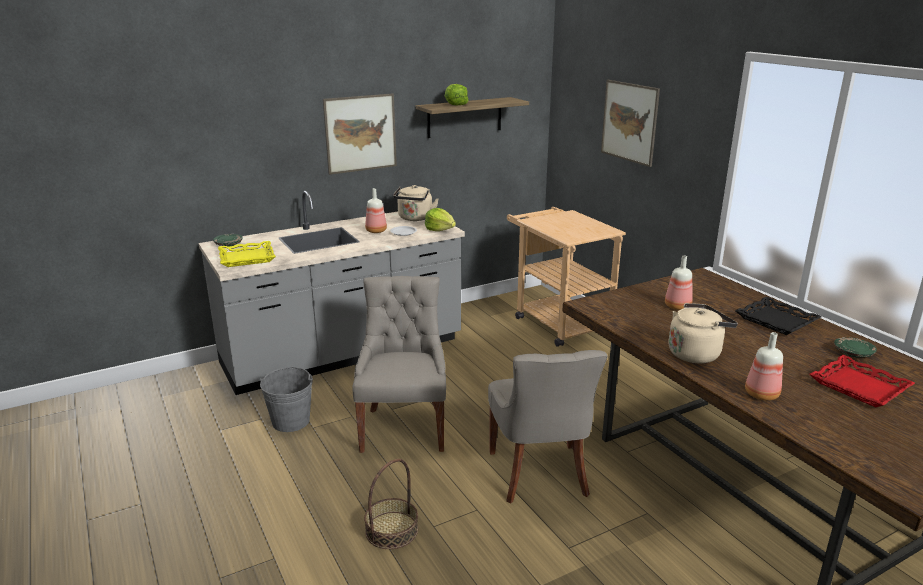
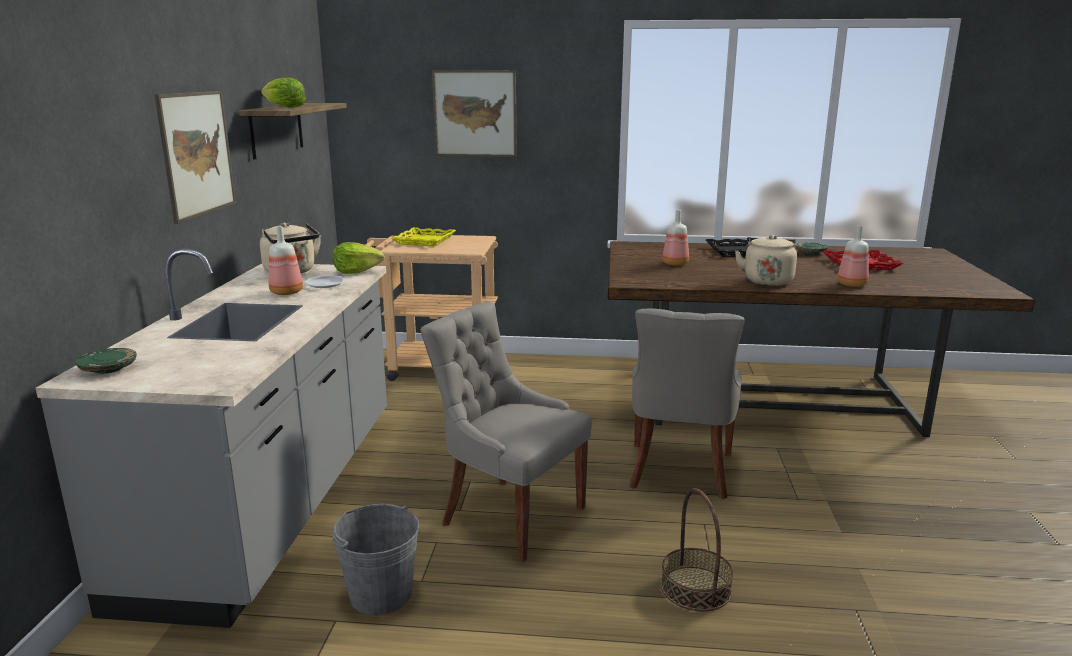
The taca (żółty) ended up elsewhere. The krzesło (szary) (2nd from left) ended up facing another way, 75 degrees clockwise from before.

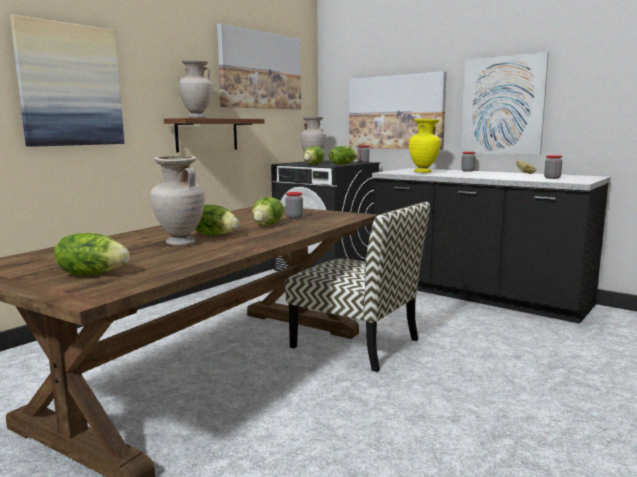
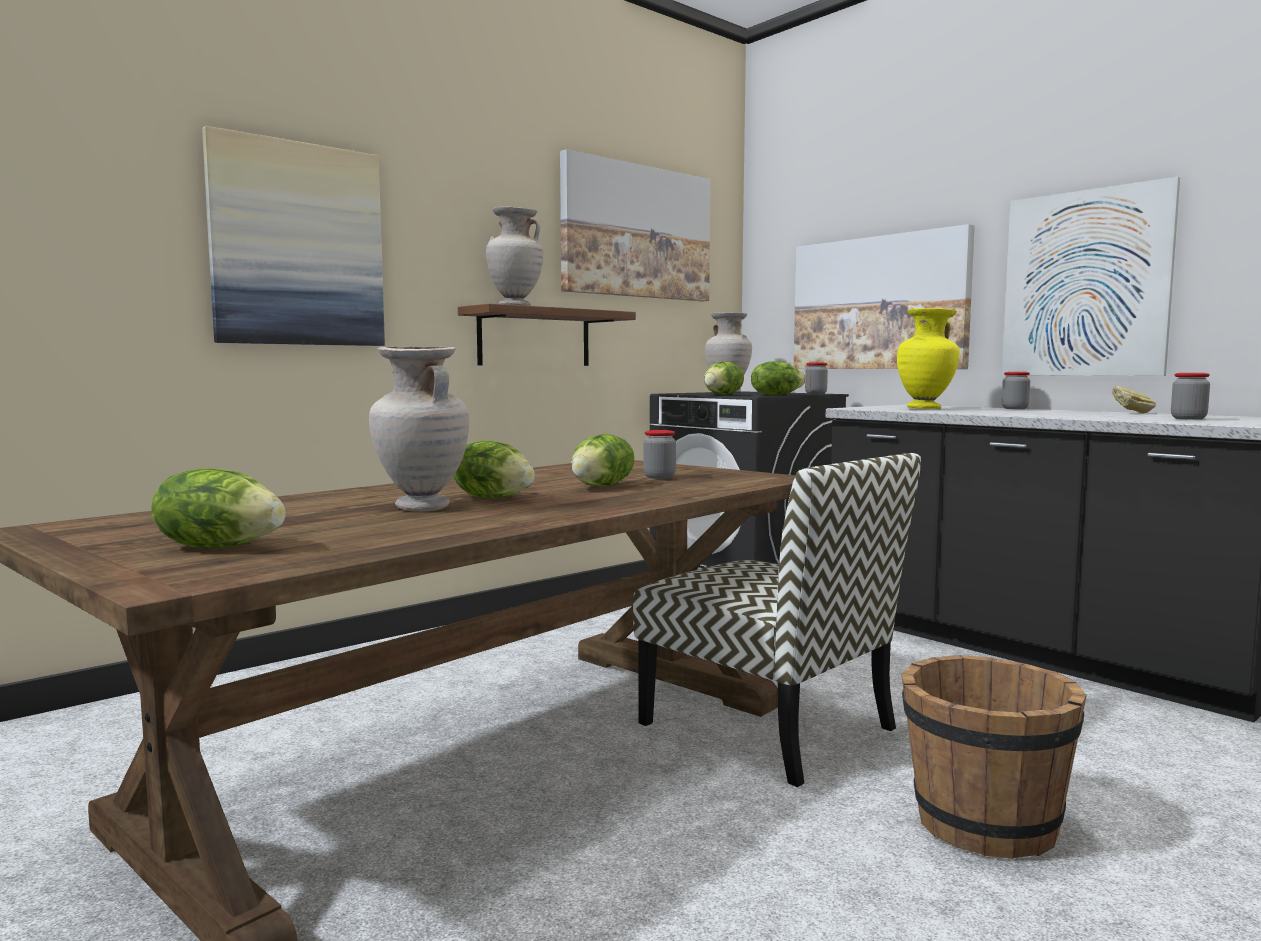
The second view gained the wiadro (brązowy).

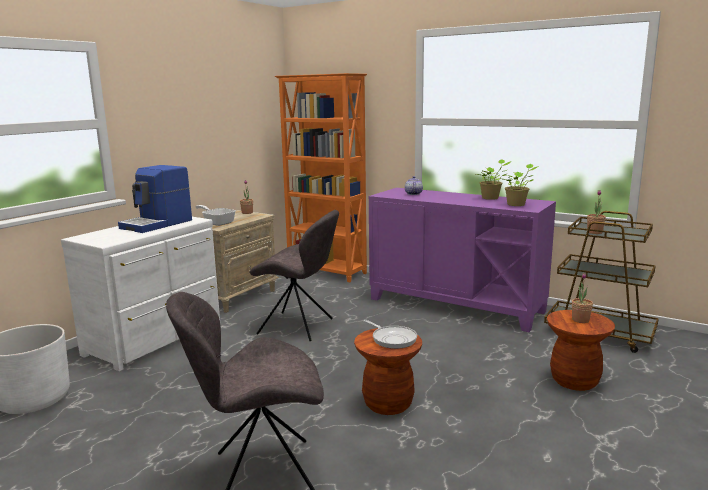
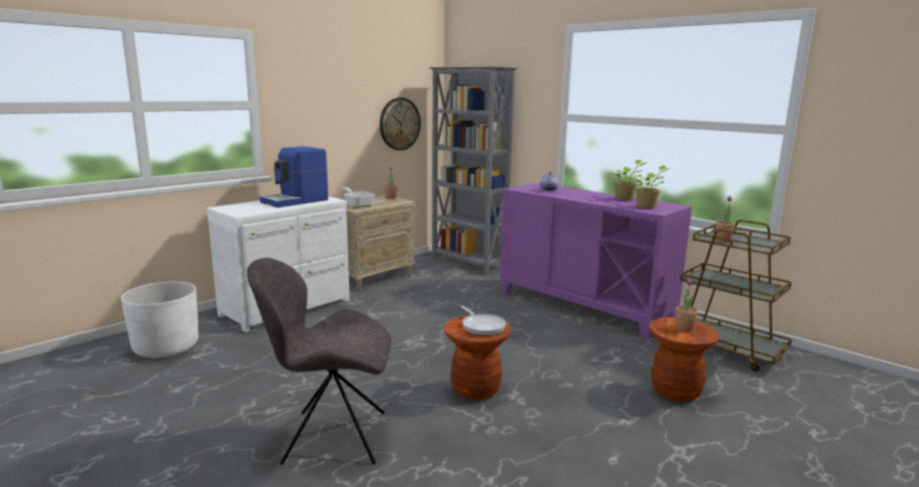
The second view gained the zegar ścienny. What was the regał (pomarańczowy) turned into the regał (szary). The second view lost the krzesło (szary) (2nd from left).

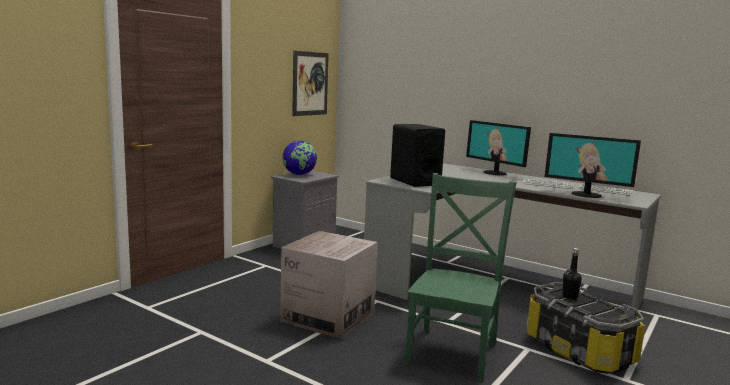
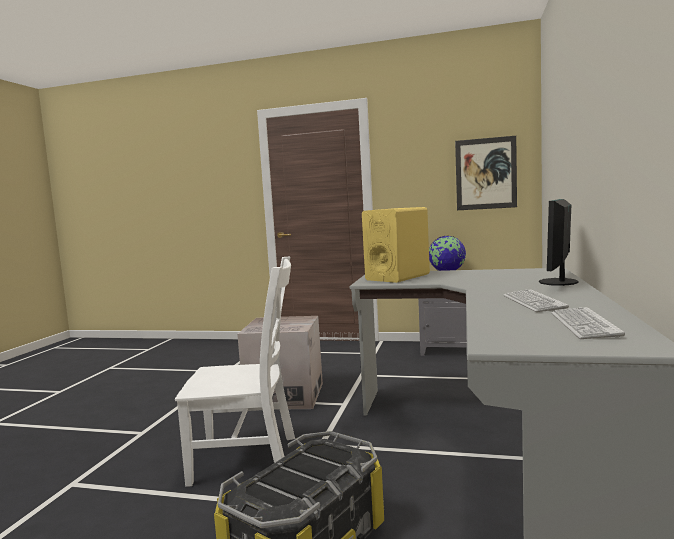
What was the krzesło (zielony) turned into the krzesło (biały). What was the głośnik (czarny) turned into the głośnik (żółty). The second view lost the monitor (2nd from left). The second view lost the butelka (czarny).

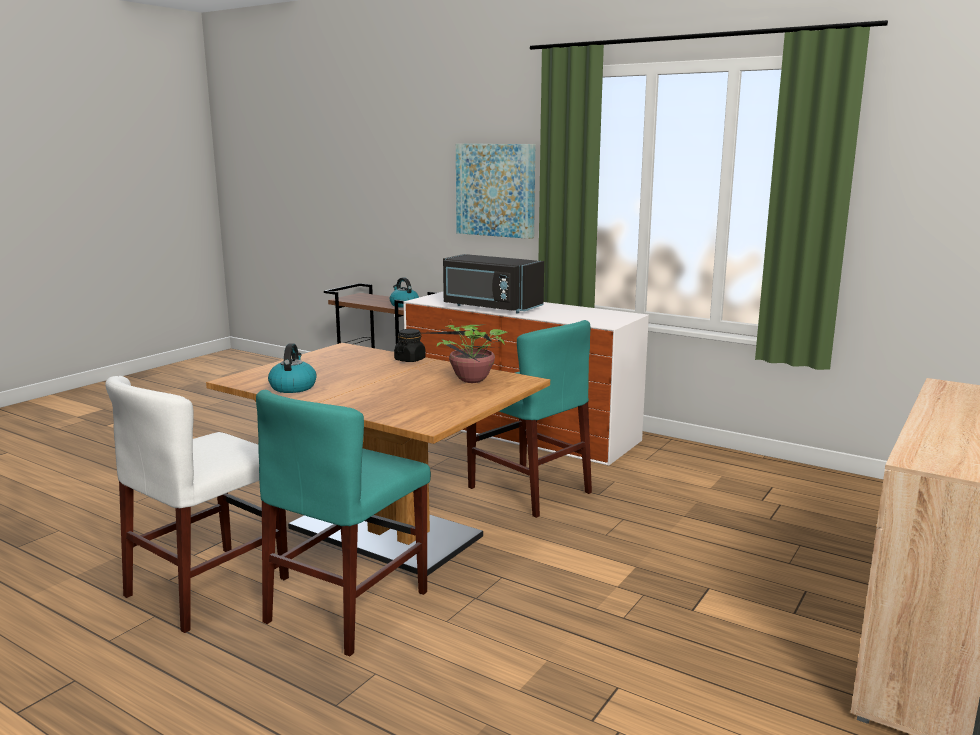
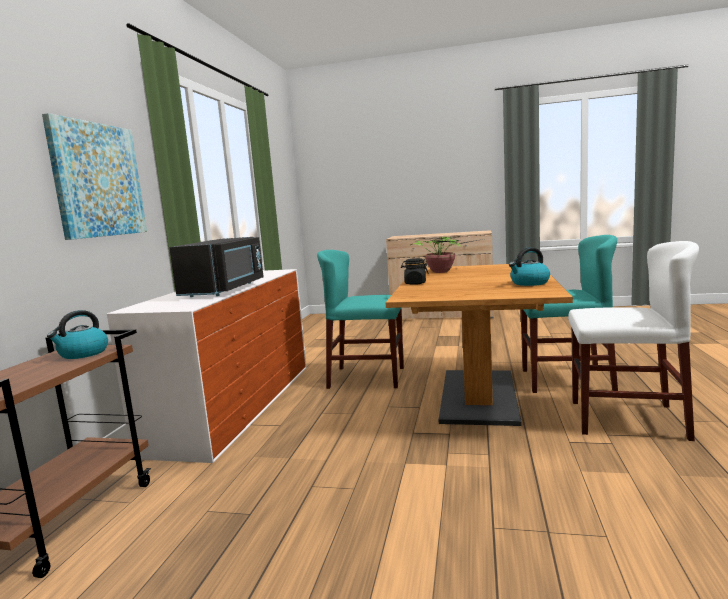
The krzesło (turkusowy) (2nd from left in the first image) ended up facing another way, 105 degrees counterclockwise from before.

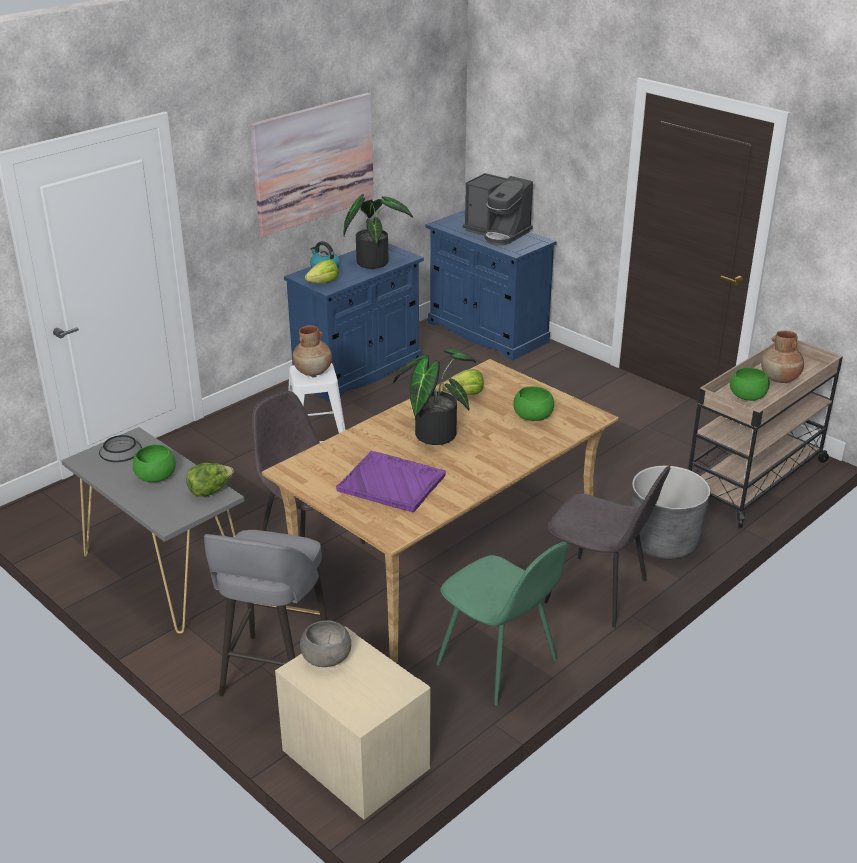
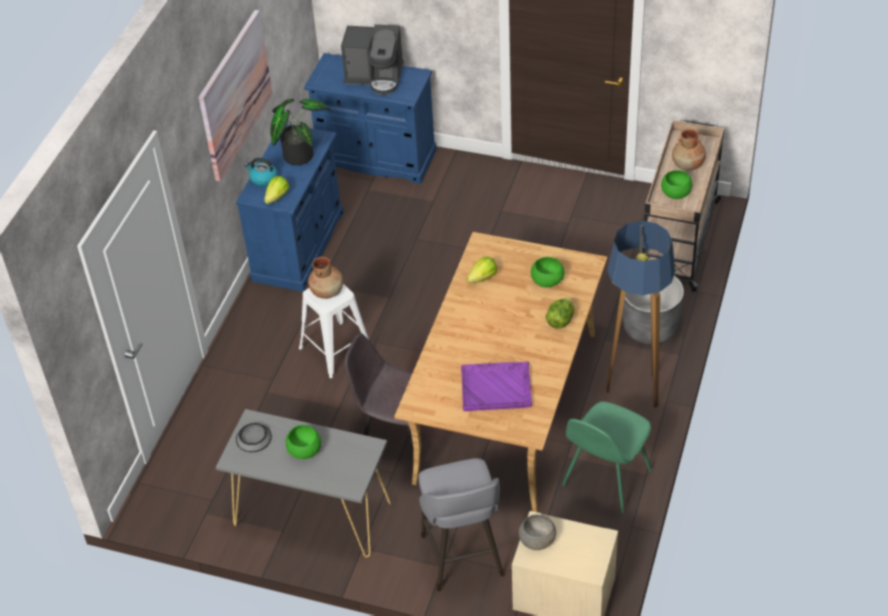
The sałata (1st from left in the first image) ended up elsewhere. The krzesło (zielony) ended up facing another way, 105 degrees clockwise from before. Where the krzesło (szary) (2nd from left) stood, the lampa stojąca came to stand. The second view lost the roślina doniczkowa (2nd from left).

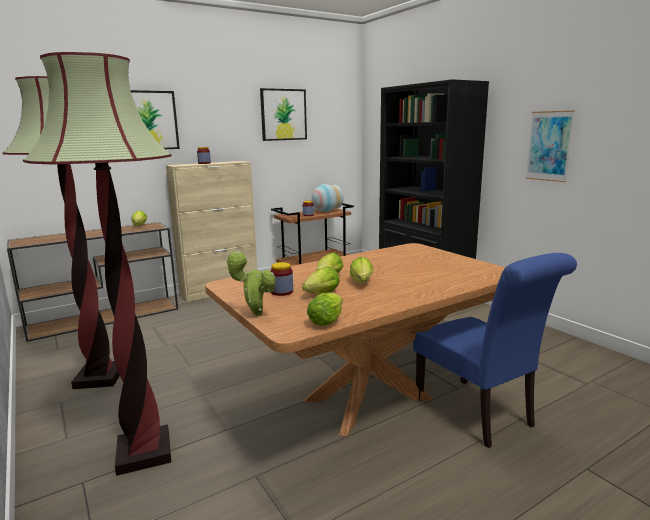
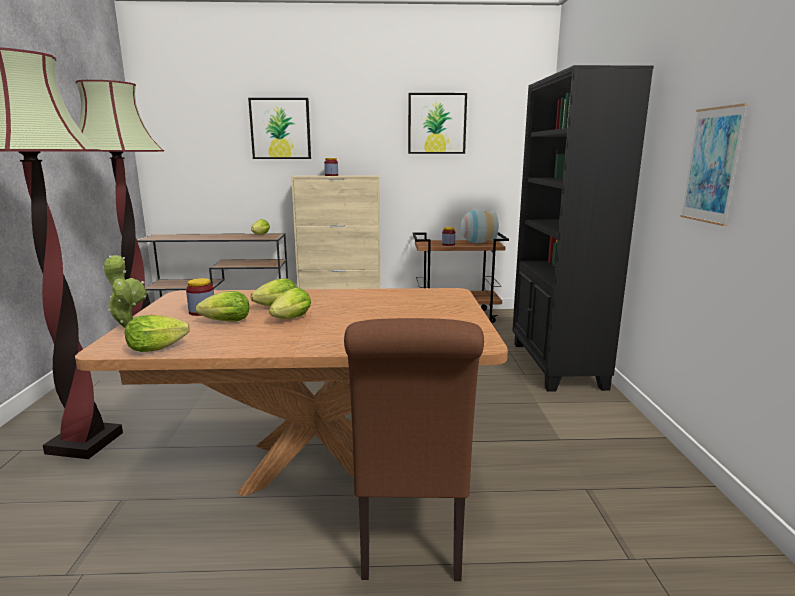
What was the krzesło (niebieski) turned into the krzesło (brązowy).

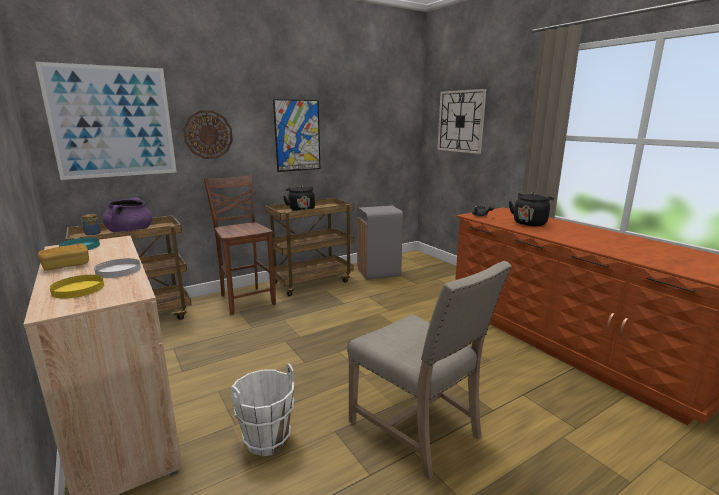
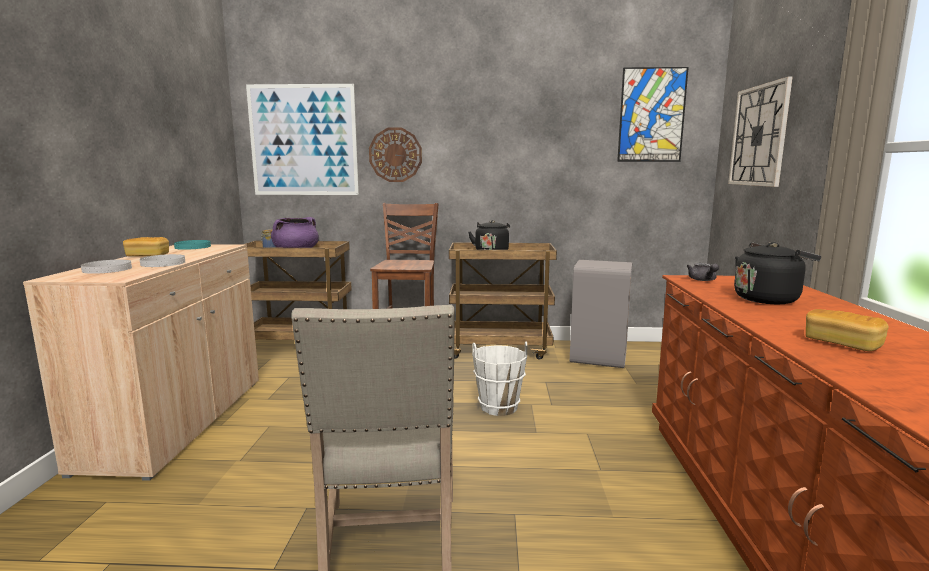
What was the talerz (żółty) turned into the talerz (biały) (1st from left). The wiadro (biały) ended up elsewhere. The obraz (2nd from left) ended up elsewhere. The second view gained the chleb (2nd from left).

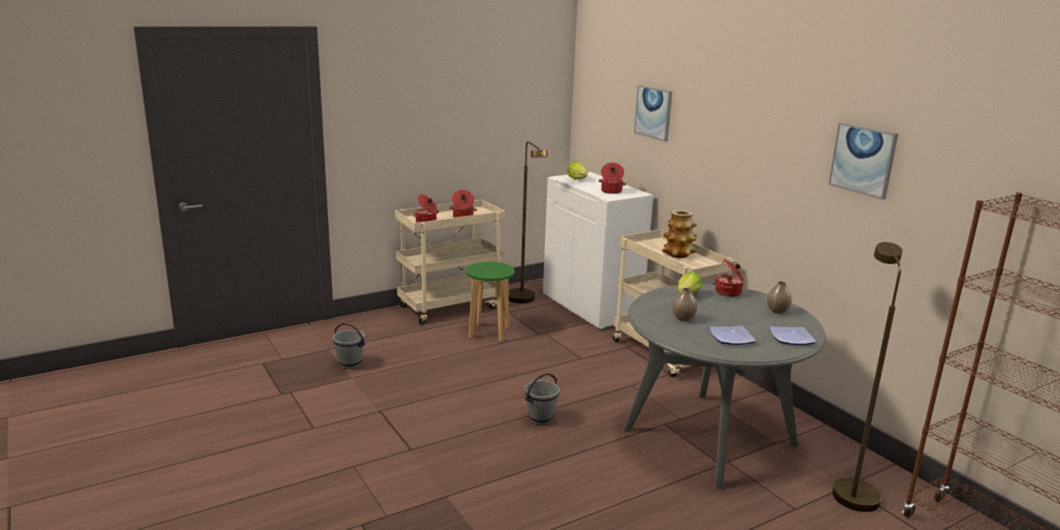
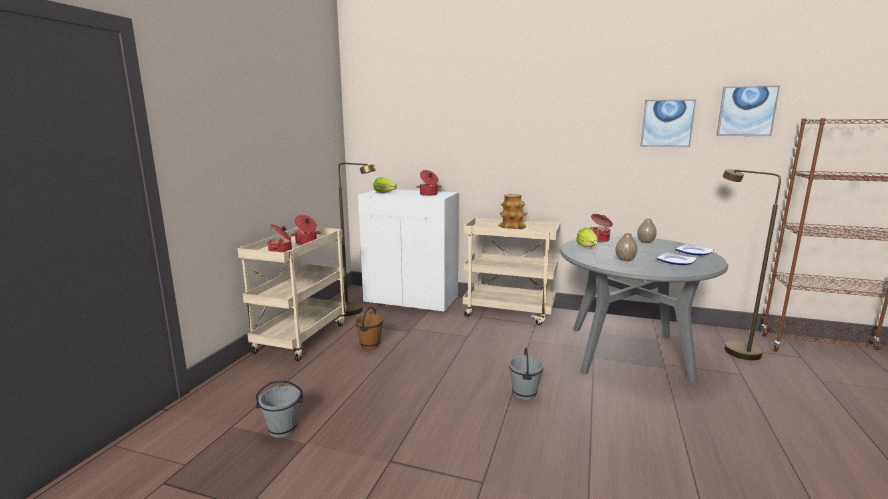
Where the stołek (zielony) stood, the wiadro (brązowy) came to stand. The obraz (1st from left in the first image) ended up elsewhere.

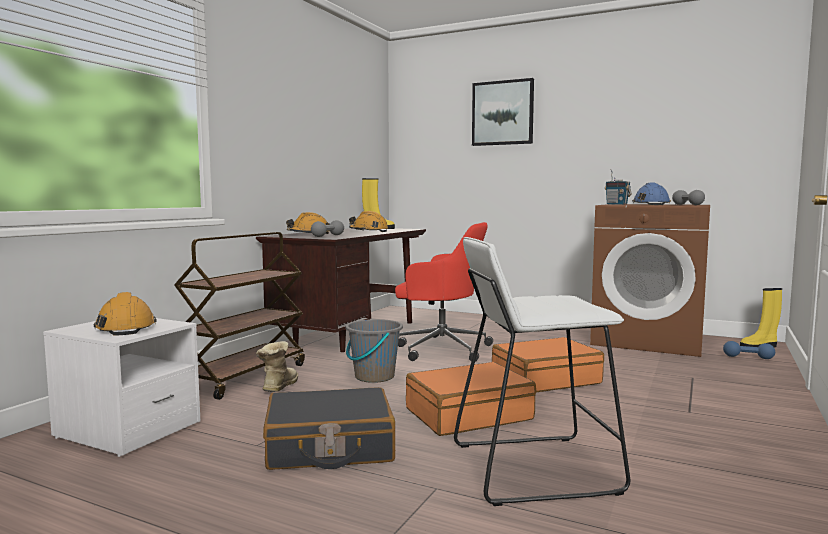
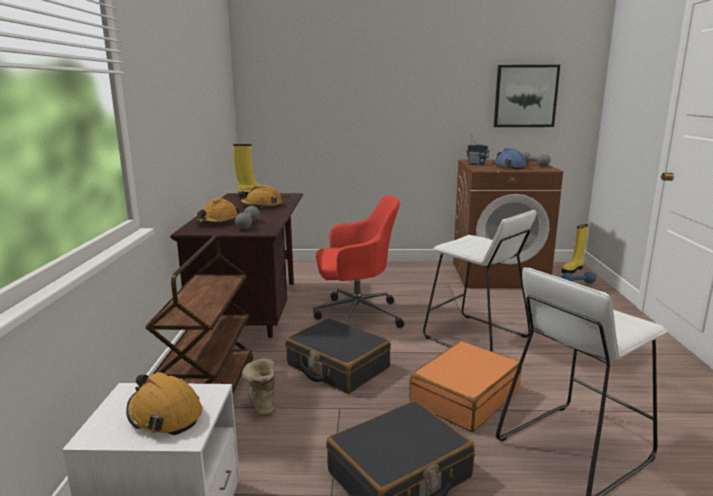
Where the wiadro (szary) stood, the walizka (czarny) (1st from left) came to stand. Where the walizka (pomarańczowy) (2nd from left) stood, the stołek (biały) (1st from left) came to stand. The obraz ended up elsewhere.

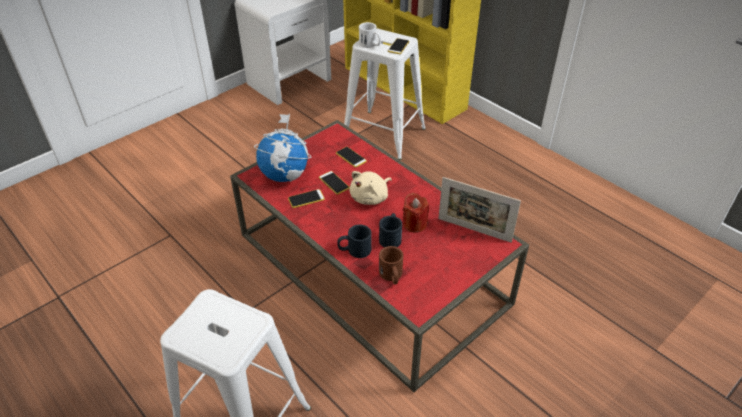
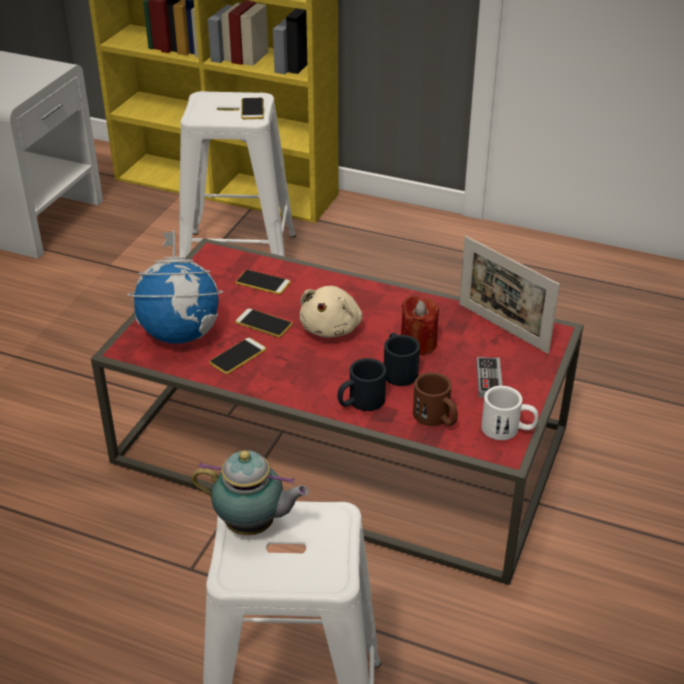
The second view gained the imbryk. The ramka na zdjęcie ended up facing another way, 45 degrees clockwise from before. The second view gained the pad do gier. The kubek (biały) ended up elsewhere.

